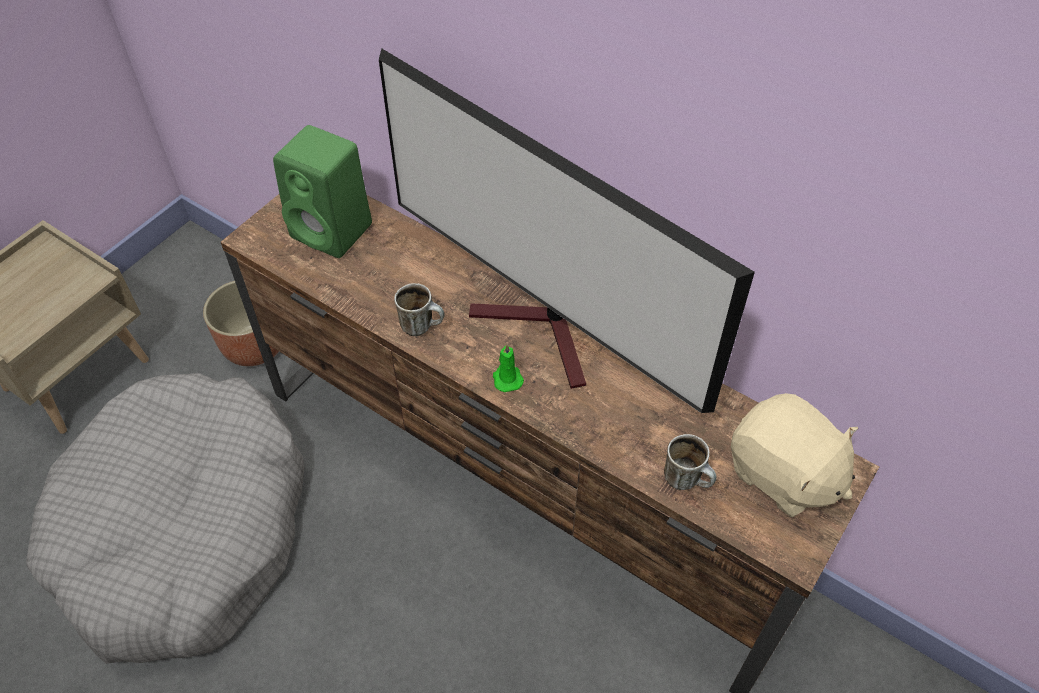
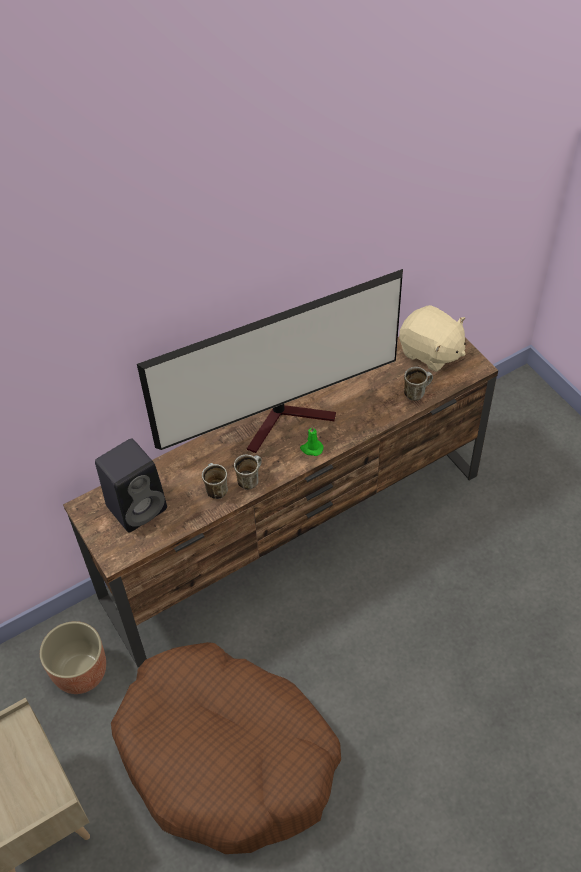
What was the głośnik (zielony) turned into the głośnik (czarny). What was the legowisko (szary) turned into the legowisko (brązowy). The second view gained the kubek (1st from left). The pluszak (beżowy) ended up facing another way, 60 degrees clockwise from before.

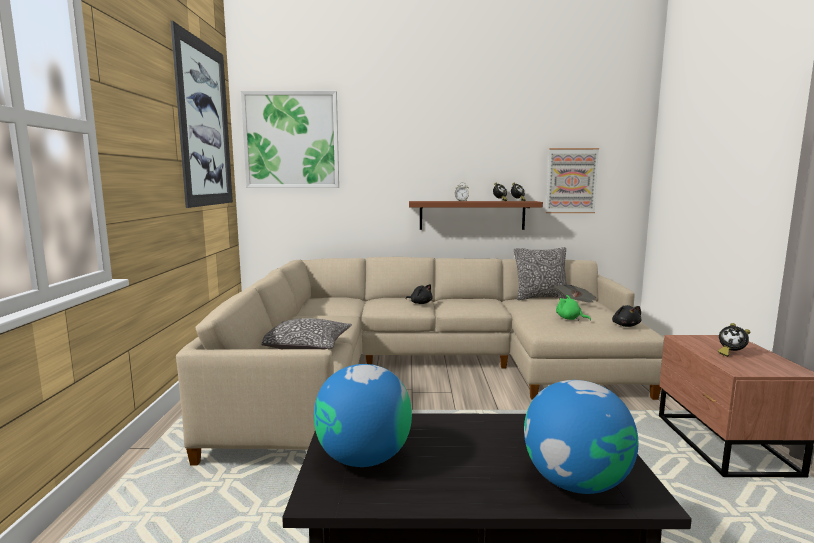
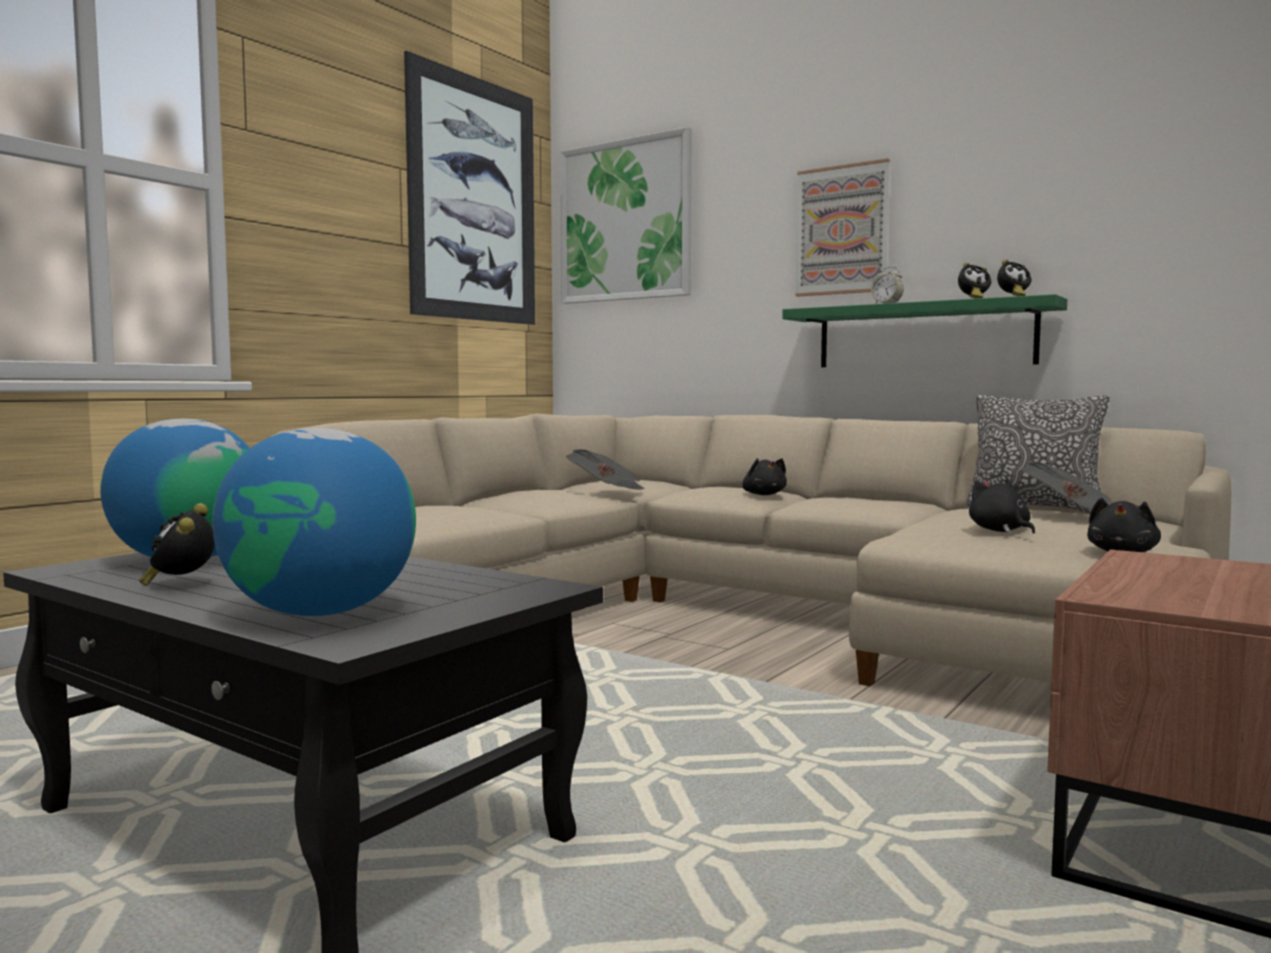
The budzik (4th from left in the first image) ended up elsewhere. The second view gained the gazeta (1st from left). What was the półka (brązowy) turned into the półka (zielony). The obraz (3rd from left) ended up elsewhere. What was the pluszak (zielony) turned into the pluszak (czarny) (2nd from left). The second view lost the poduszka (1st from left).

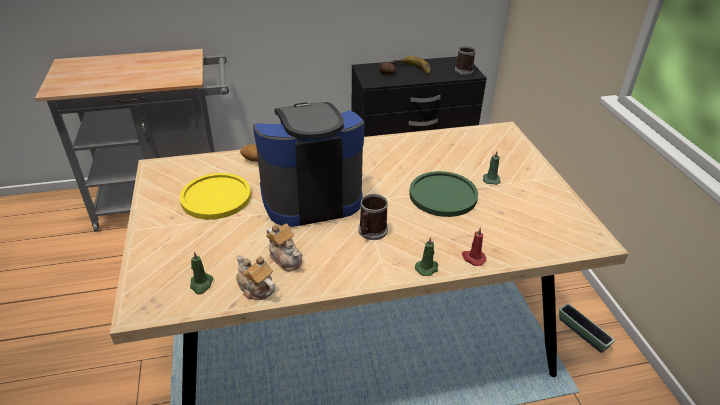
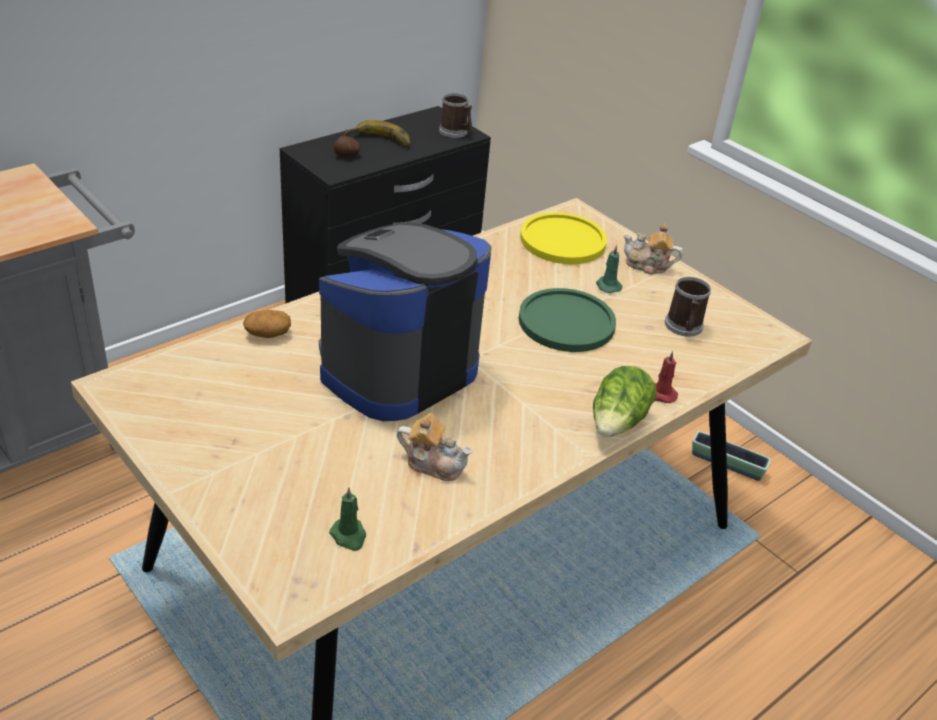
The talerz (żółty) ended up elsewhere. Where the świeca (zielony) (2nd from left) stood, the sałata came to stand. The imbryk (1st from left in the first image) ended up elsewhere. The kubek (1st from left in the first image) ended up elsewhere.

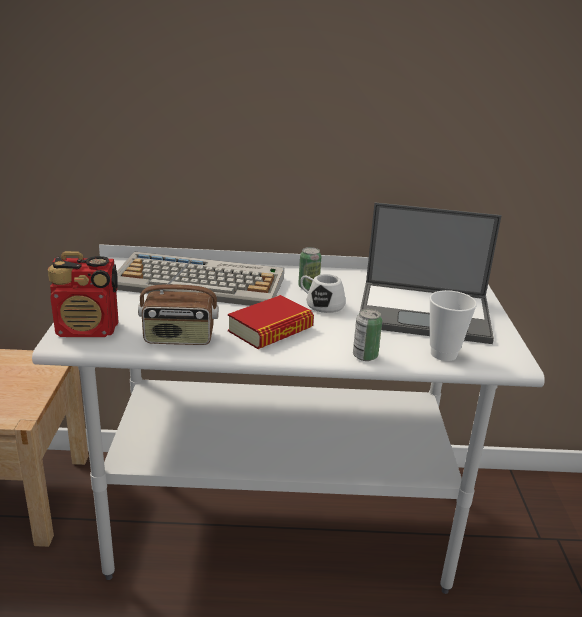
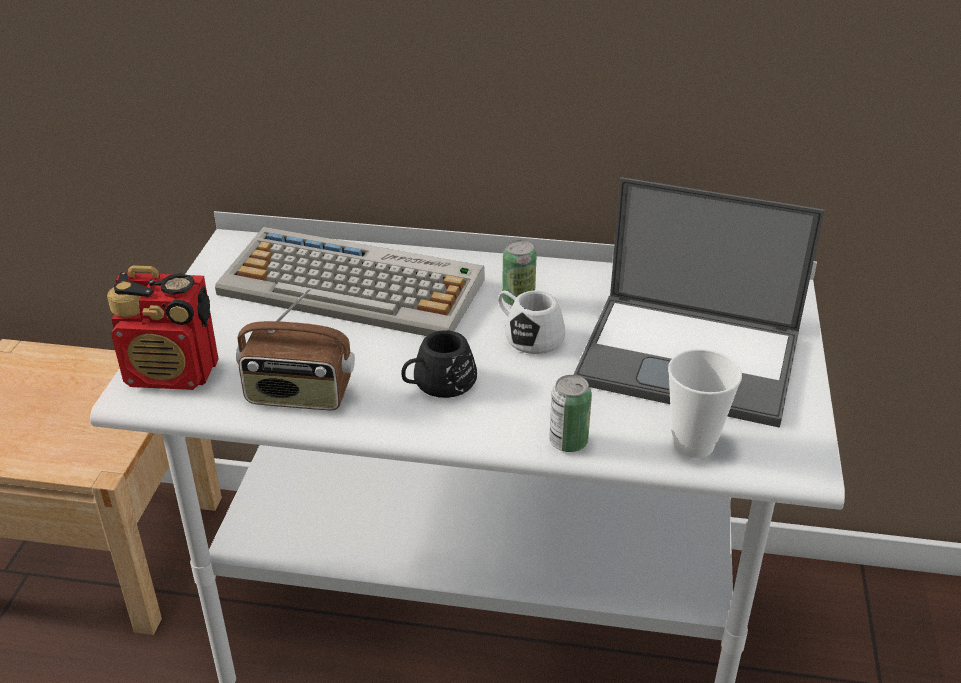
Where the książka stood, the kubek (czarny) came to stand.

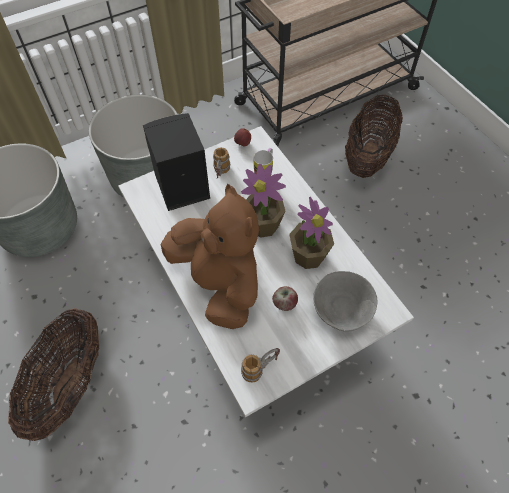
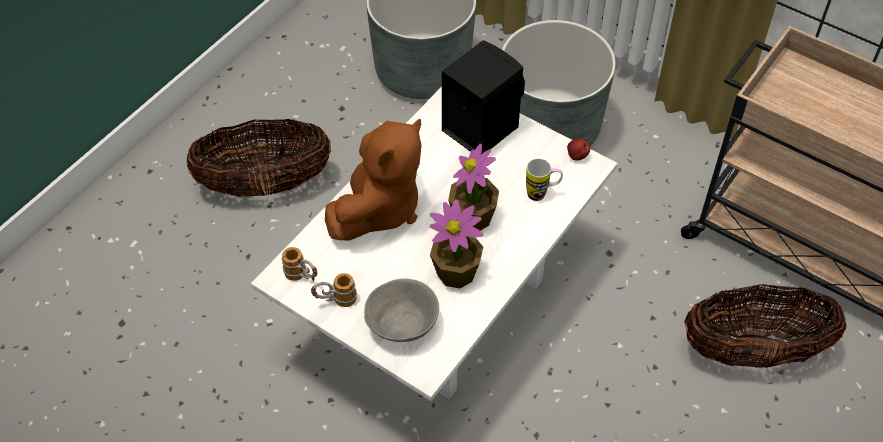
The kubek (1st from left in the first image) ended up elsewhere. The second view lost the jabłko (2nd from left).

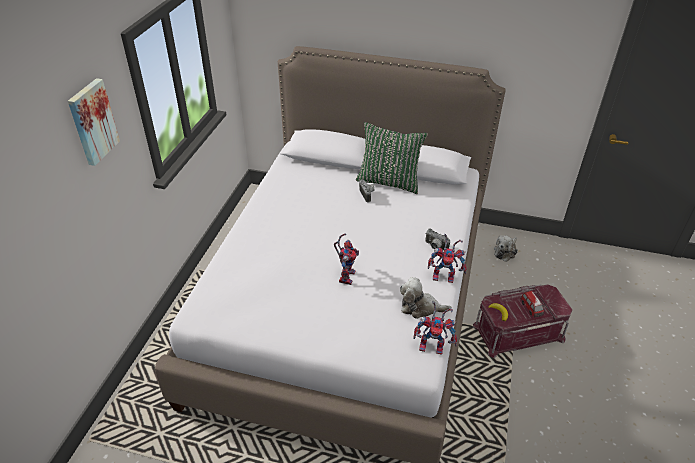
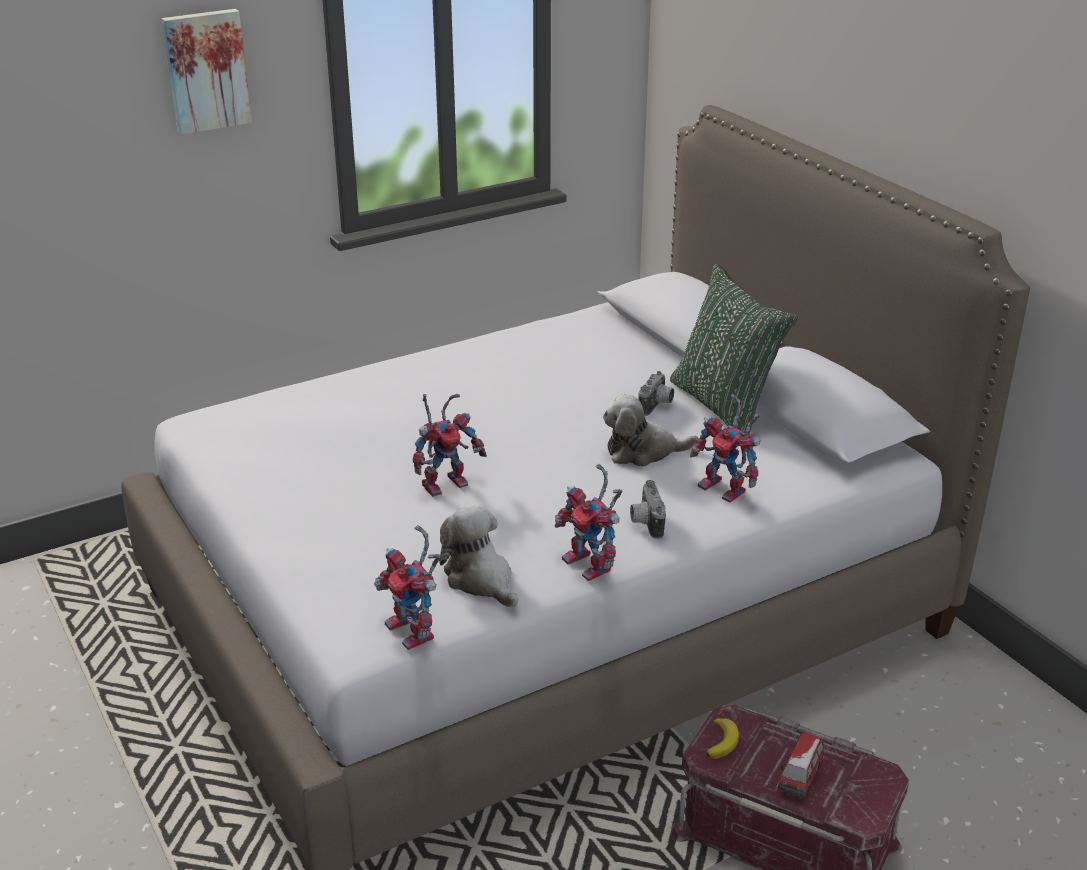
The pluszak (2nd from left) ended up elsewhere. The second view gained the robot zabawkowy (4th from left).

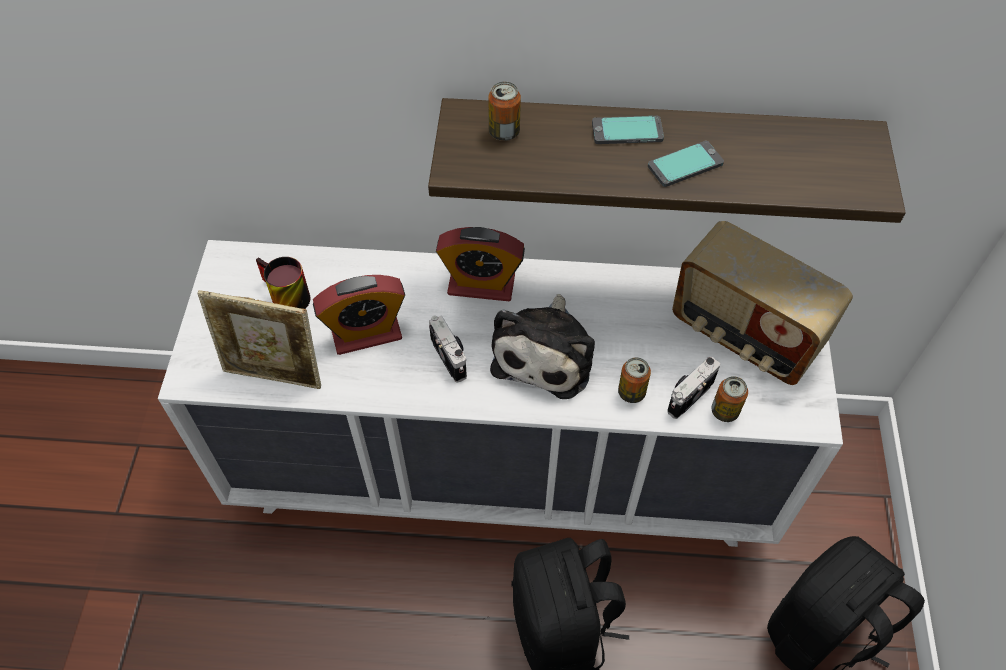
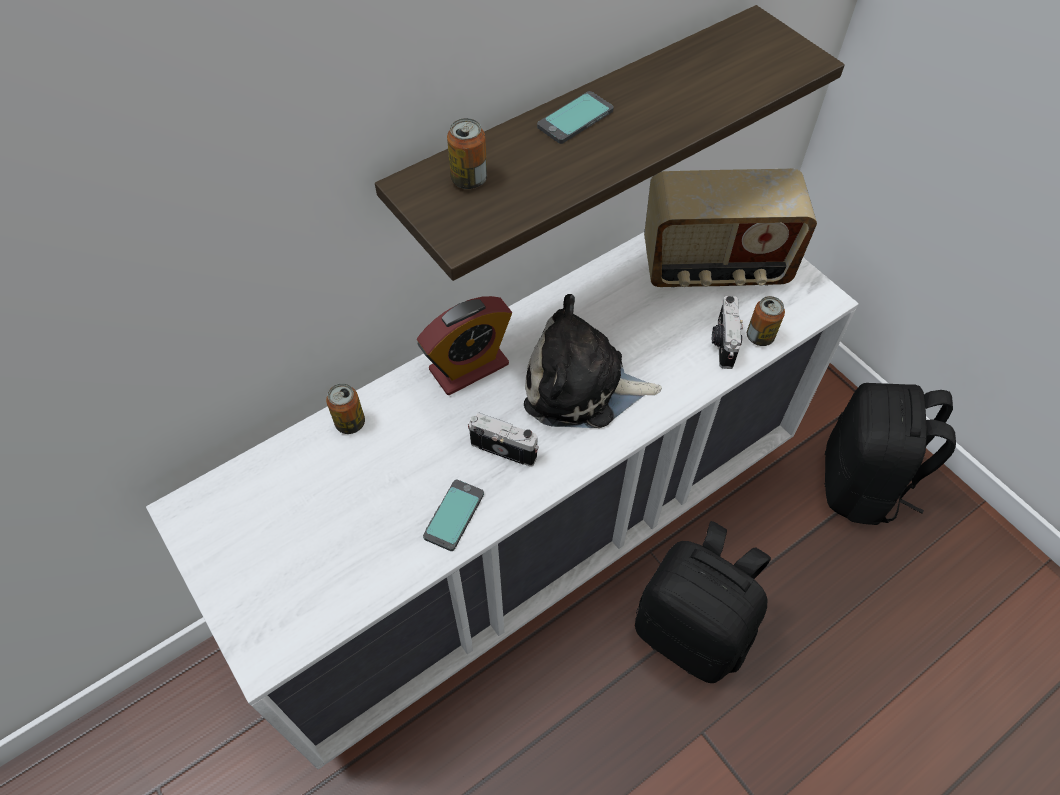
The puszka (2nd from left in the first image) ended up elsewhere. The telefon (2nd from left in the first image) ended up elsewhere. The pluszak ended up facing another way, 120 degrees clockwise from before. The second view lost the ramka na zdjęcie. The second view lost the kubek. The second view lost the budzik (1st from left).

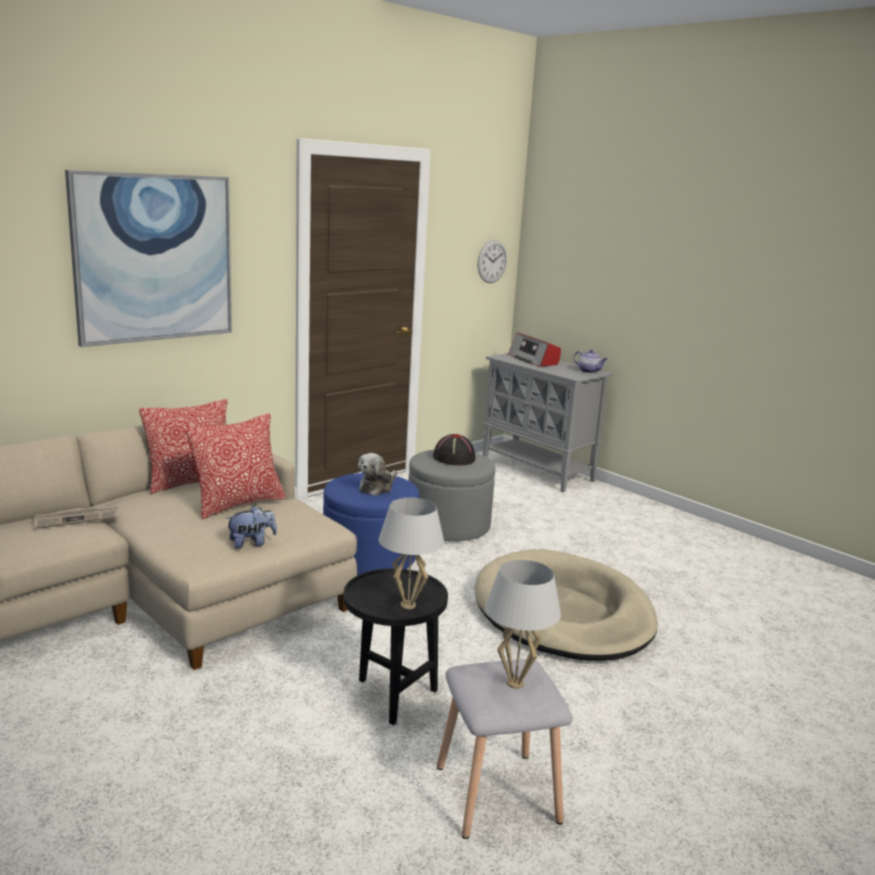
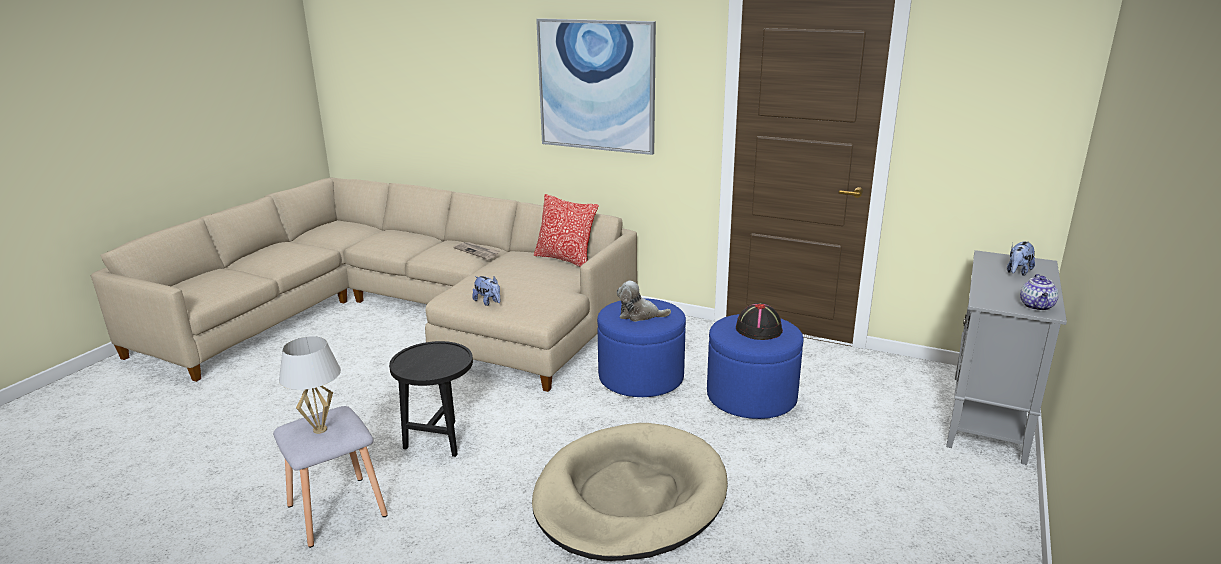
What was the pufa (szary) turned into the pufa (niebieski) (2nd from left). Where the radio stood, the pluszak (3rd from left) came to stand. The second view lost the poduszka (2nd from left). The second view lost the lampa stołowa (biały) (1st from left). The second view lost the zegar ścienny.

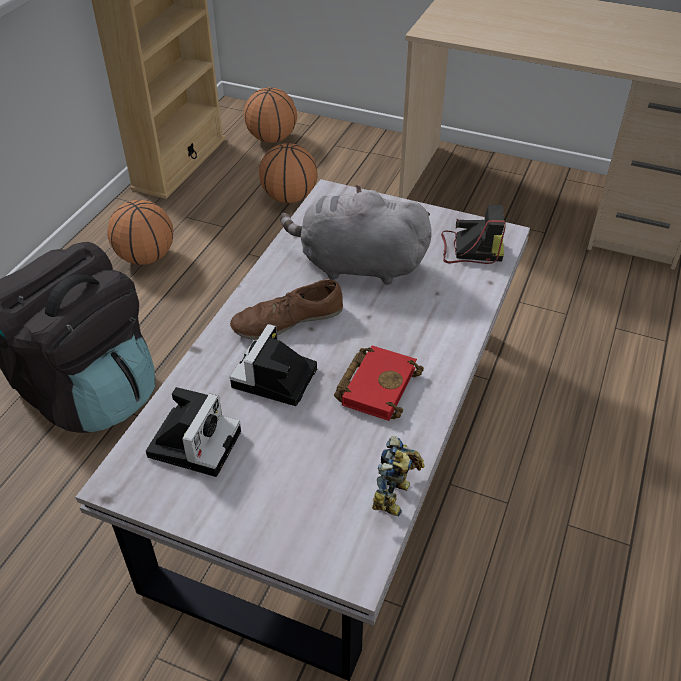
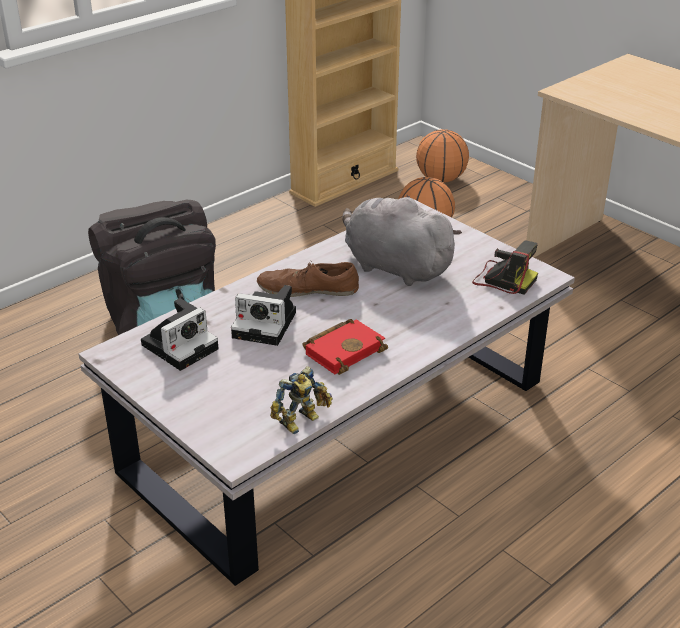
The aparat fotograficzny (2nd from left) ended up facing another way, 120 degrees counterclockwise from before. The second view lost the piłka do koszykówki (1st from left).

